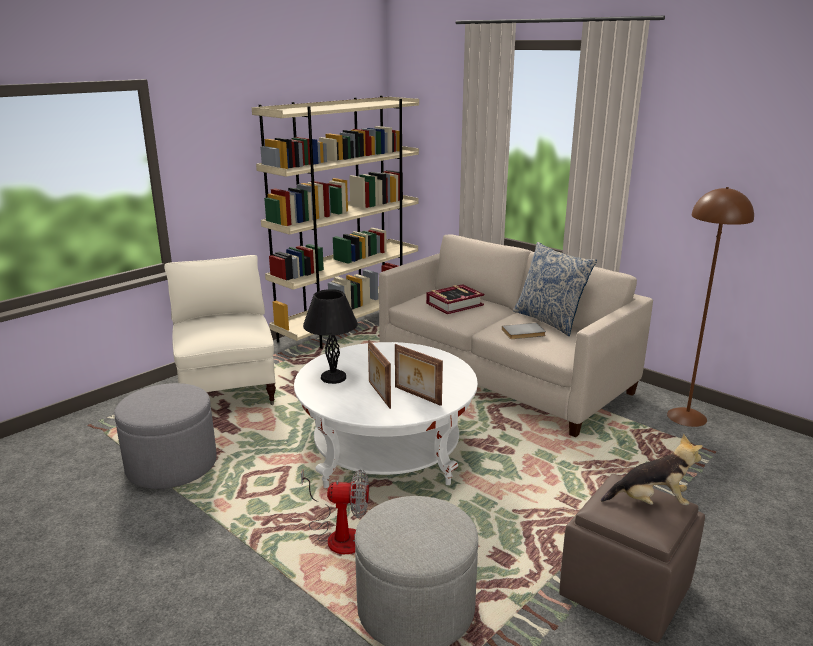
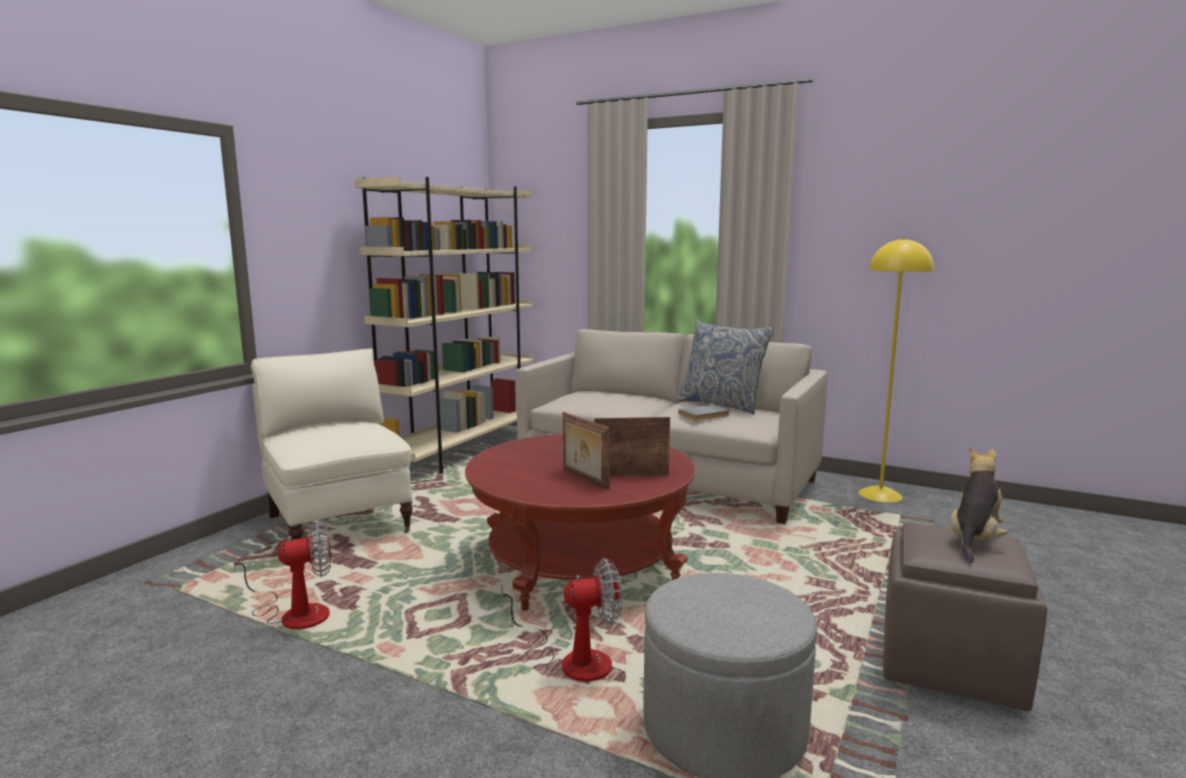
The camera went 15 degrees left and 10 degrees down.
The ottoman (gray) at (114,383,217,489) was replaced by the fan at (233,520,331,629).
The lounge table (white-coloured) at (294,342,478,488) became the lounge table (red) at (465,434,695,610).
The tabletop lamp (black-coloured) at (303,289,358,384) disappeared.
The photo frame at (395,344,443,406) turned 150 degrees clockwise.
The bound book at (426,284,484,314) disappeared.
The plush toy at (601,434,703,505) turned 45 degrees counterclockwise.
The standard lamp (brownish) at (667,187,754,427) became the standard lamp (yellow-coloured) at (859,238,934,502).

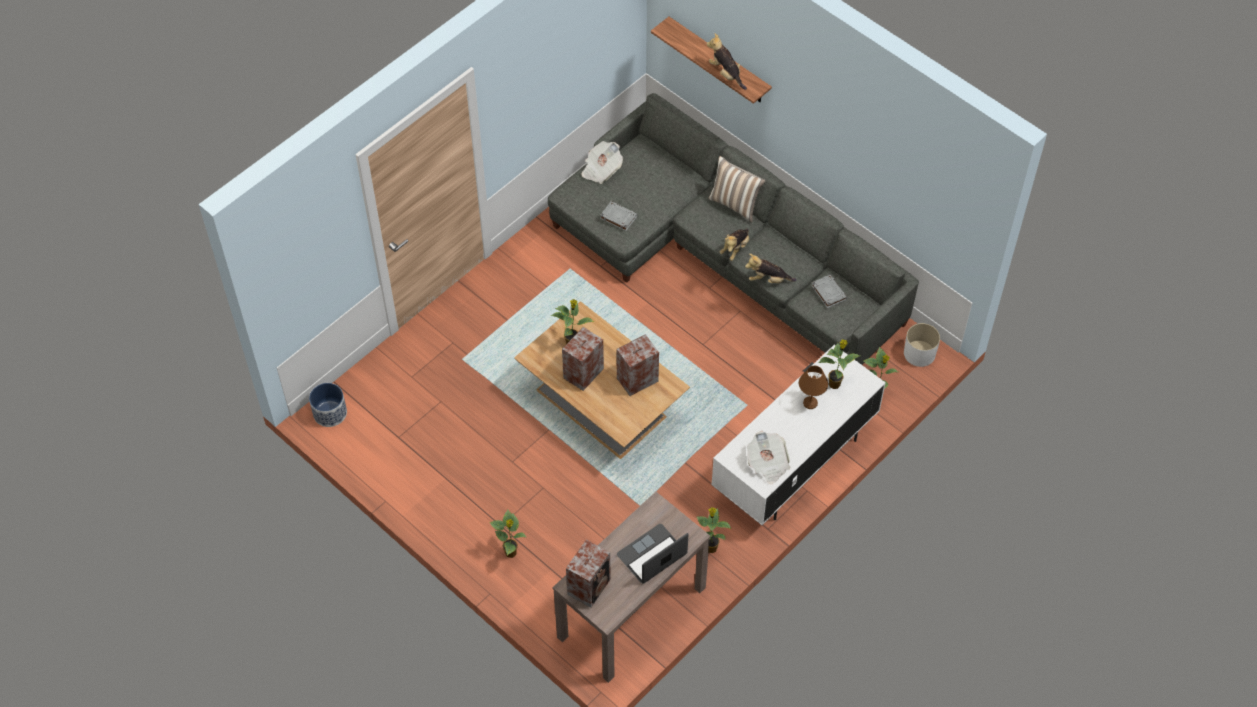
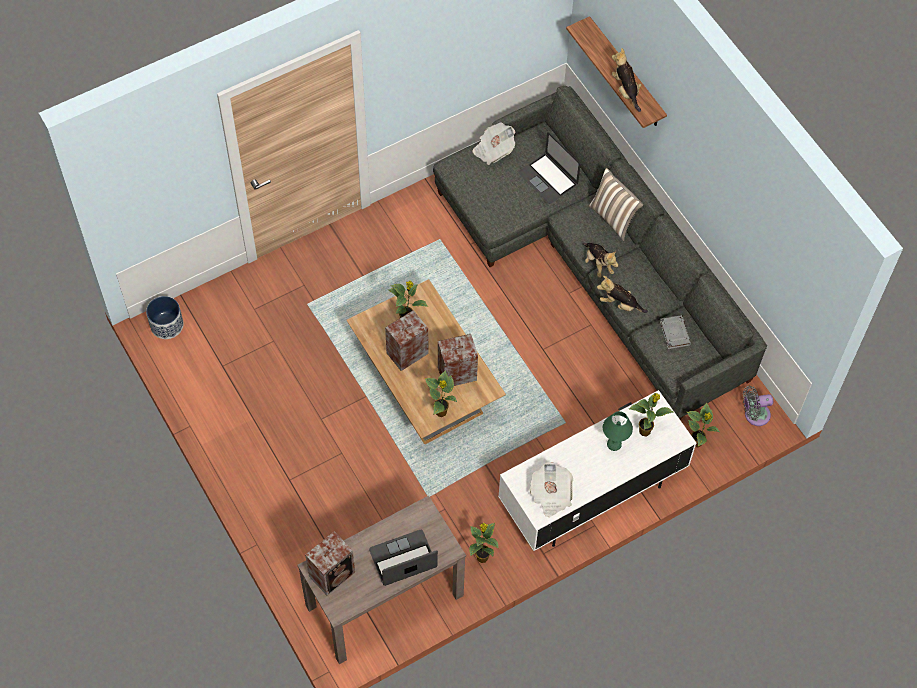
The camera went 15 degrees right and 5 degrees up.
The houseplant moved from (489,509,526,558) to (425,370,457,417).
The bound book (gray) at (600,201,638,231) disappeared.
The plush toy at (720,228,749,261) turned 75 degrees counterclockwise.
The tabletop lamp (brownish) at (799,366,828,409) became the tabletop lamp (greenish) at (603,411,633,451).
The planter (white-coloured) at (904,323,940,367) was replaced by the fan (gray) at (743,386,773,426).
The notebook computer at (518,132,581,204) appeared.

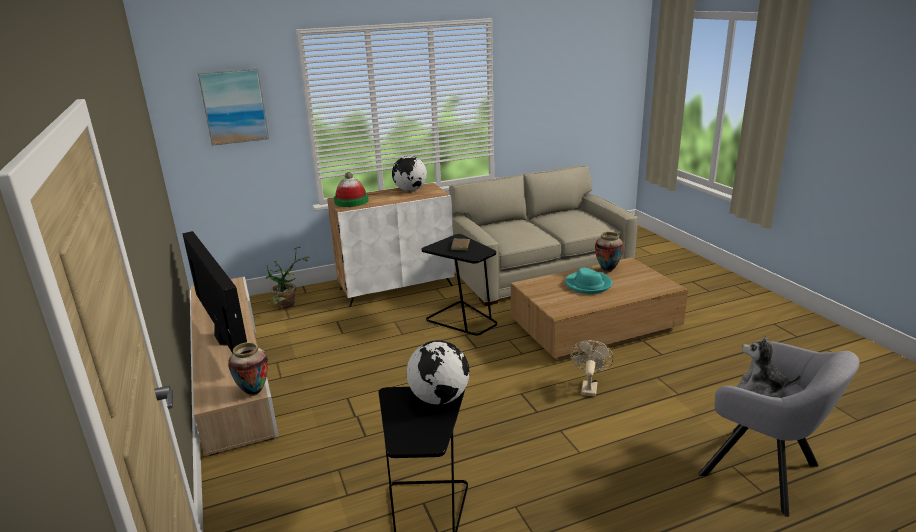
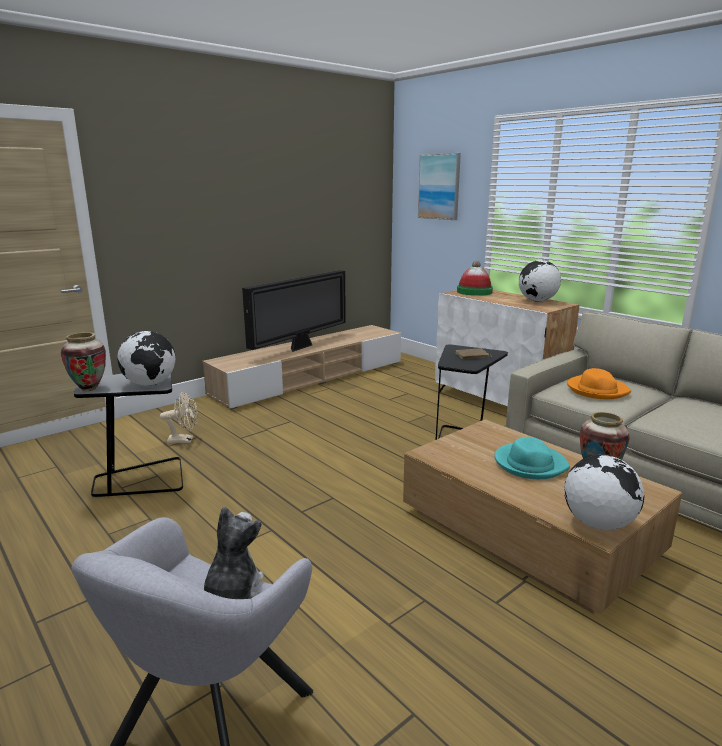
The camera went 70 degrees right and 5 degrees down.
The decorative vase moved from (228,342,268,396) to (61,332,106,391).
The houseplant at (265,247,309,309) disappeared.
The fan (sand-coloured) moved from (570,340,613,397) to (160,392,198,444).
The world globe at (564,455,645,530) appeared.
The wearable hat (orangey) at (567,368,631,399) appeared.

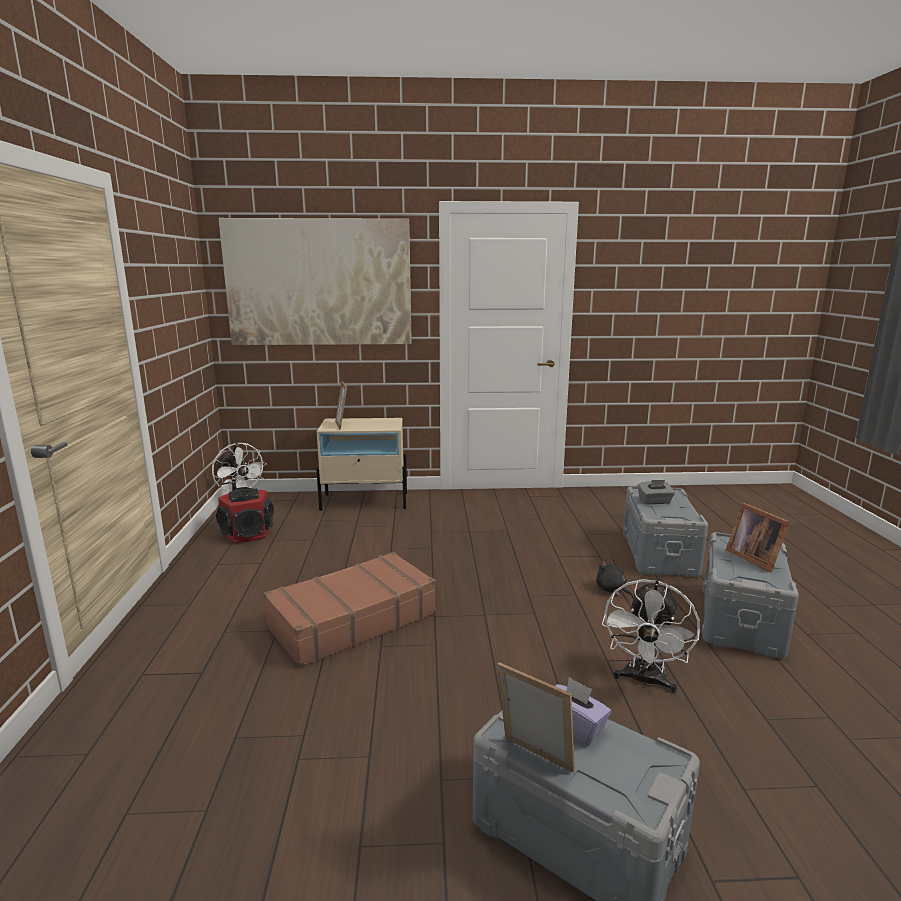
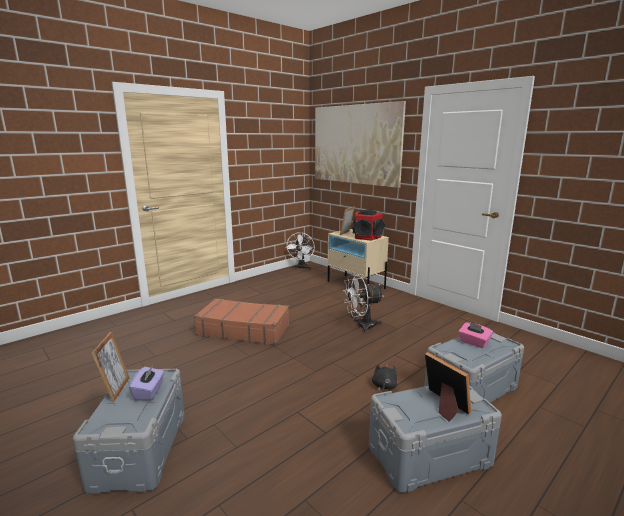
The camera went 50 degrees right and 0 degrees up.
The audio speaker moved from (216,487,274,543) to (352,209,385,241).
The fan (white-coloured) moved from (602,579,700,693) to (343,275,384,333).
The box of tissues (gray) at (638,480,675,505) became the box of tissues (pink-coloured) at (459,322,493,348).
The photo frame at (726,503,790,572) turned 120 degrees clockwise.

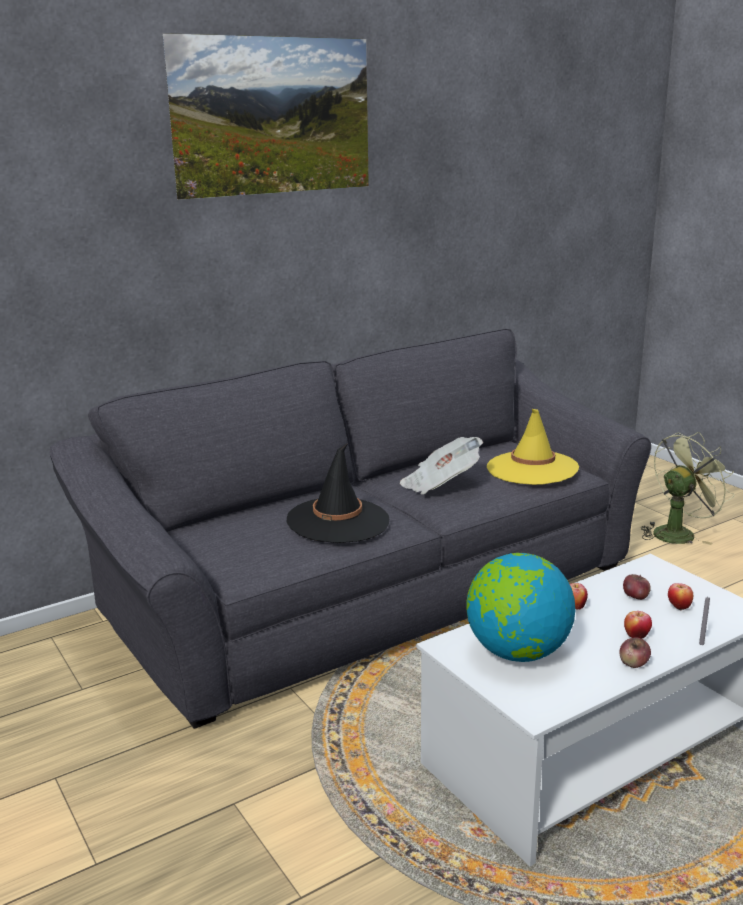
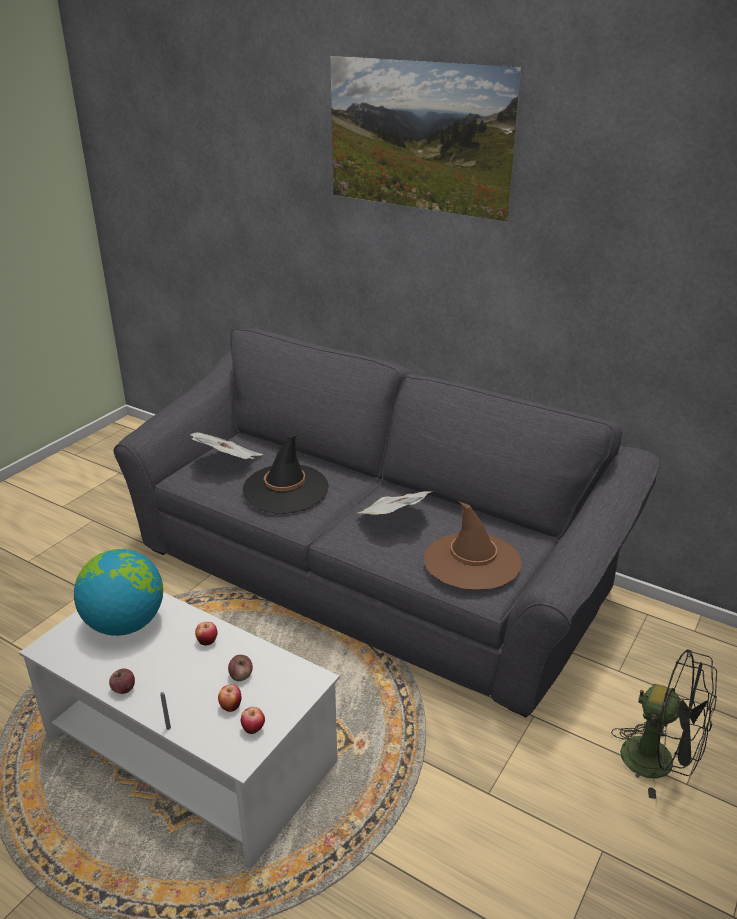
The camera went 65 degrees right and 10 degrees up.
The wearable hat (yellow-coloured) at (487,409,579,485) became the wearable hat (brownish) at (424,502,522,590).
The apple fruit moved from (624,611,652,639) to (241,707,265,734).
The fan (greenish) at (641,432,734,545) became the fan (black-coloured) at (611,649,717,799).
The newspaper at (190,432,263,459) appeared.

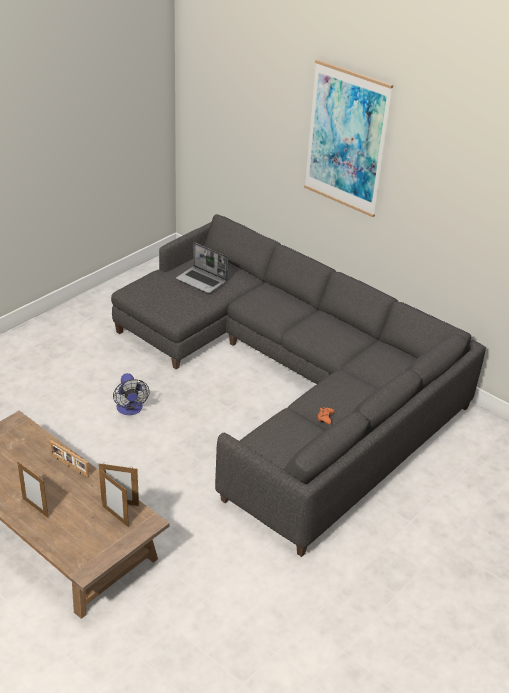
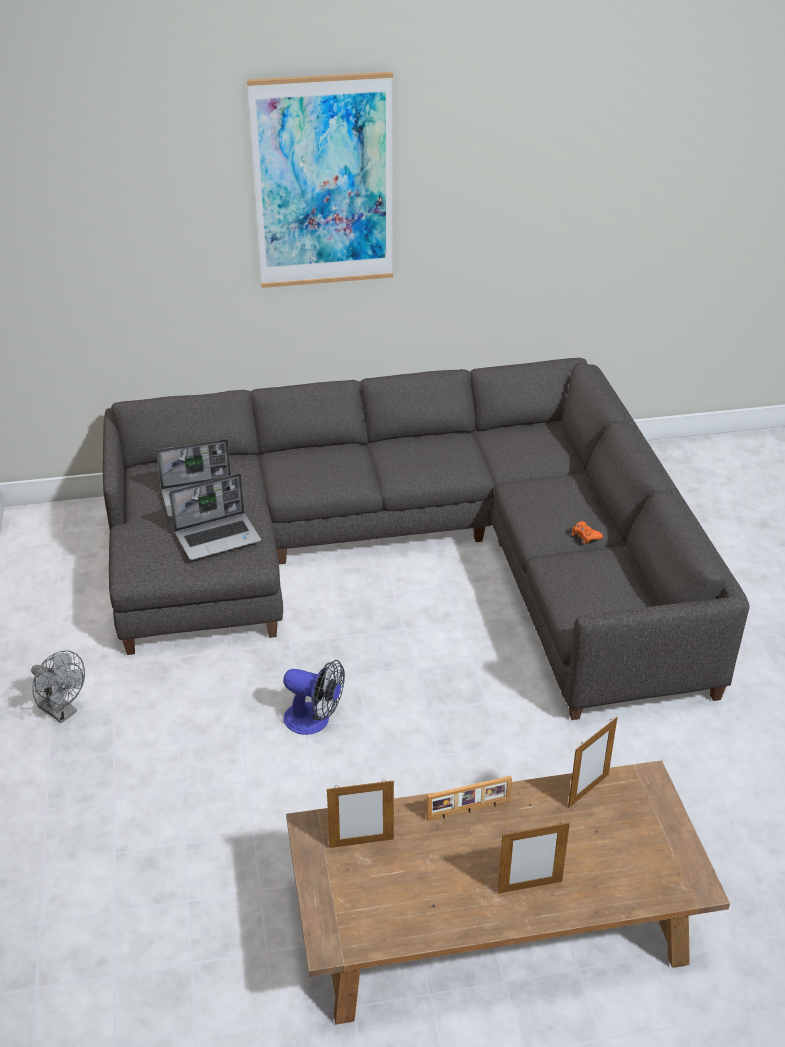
The camera went 50 degrees left and 0 degrees up.
The photo frame moved from (100,469,129,527) to (327,779,394,848).
The fan (gray) at (31,650,85,723) appeared.
The notebook computer at (169,473,261,560) appeared.

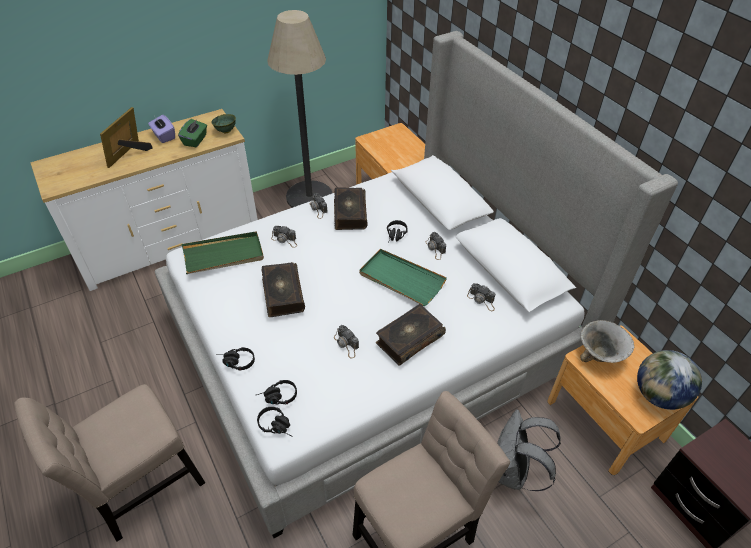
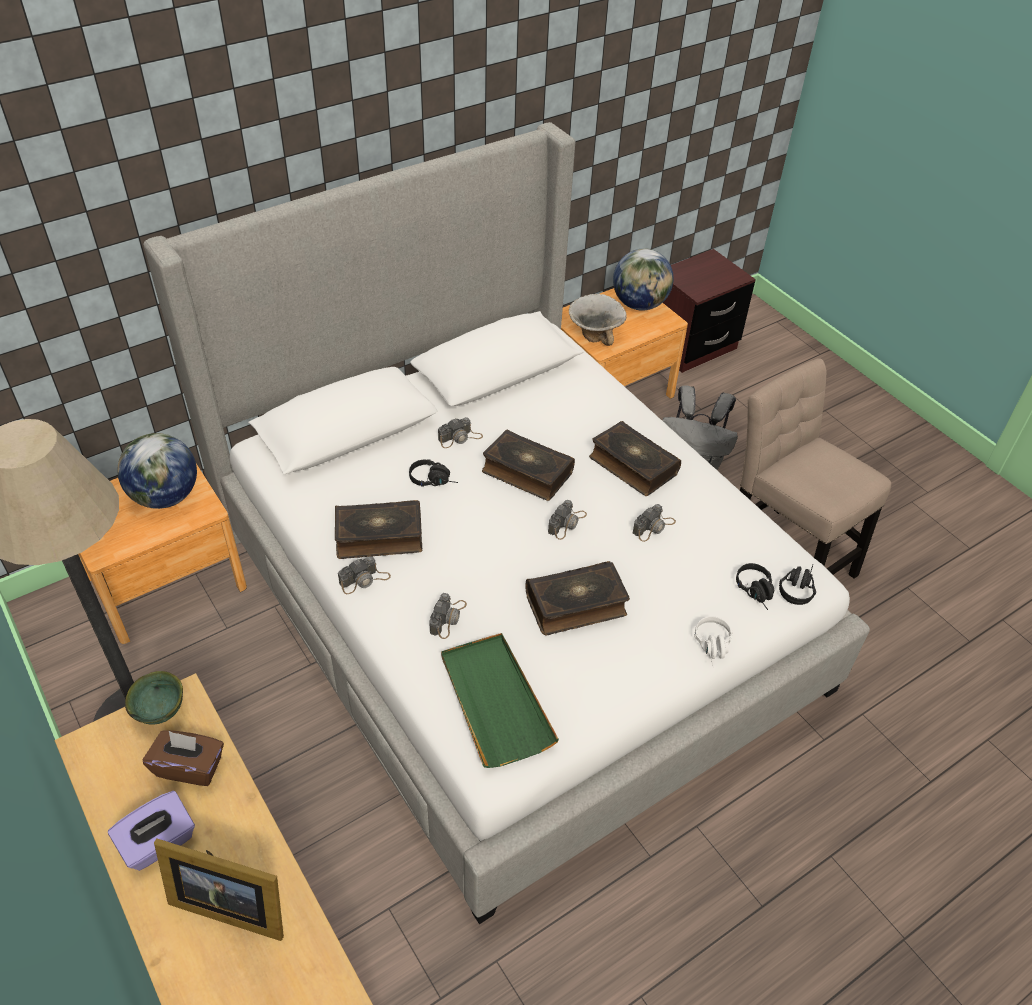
The camera went 95 degrees left and 0 degrees up.
The upright chair (sand-coloured) at (14,384,205,542) disappeared.
The box of tissues (greenish) at (178,119,207,147) became the box of tissues (brownish) at (142,730,224,786).
The headphones (black-coloured) at (216,347,255,371) became the headphones (white-coloured) at (695,616,733,667).
The serving tray (greenish) at (359,249,447,306) was replaced by the bound book at (482,429,575,501).
The still camera moved from (467,283,495,311) to (548,500,587,540).
The world globe at (118,433,197,509) appeared.

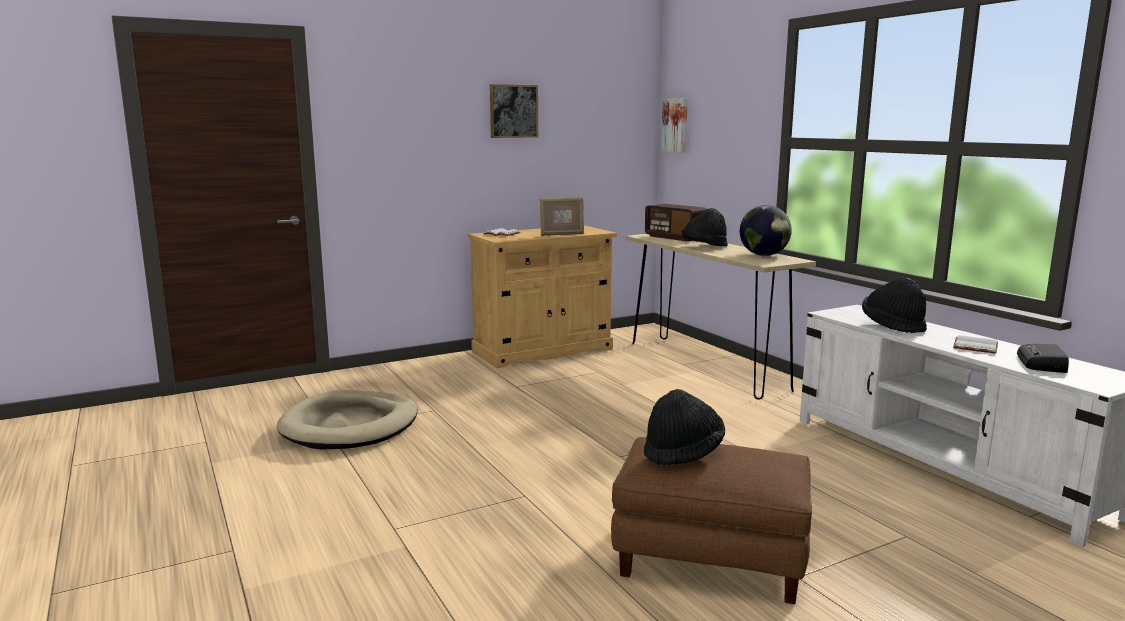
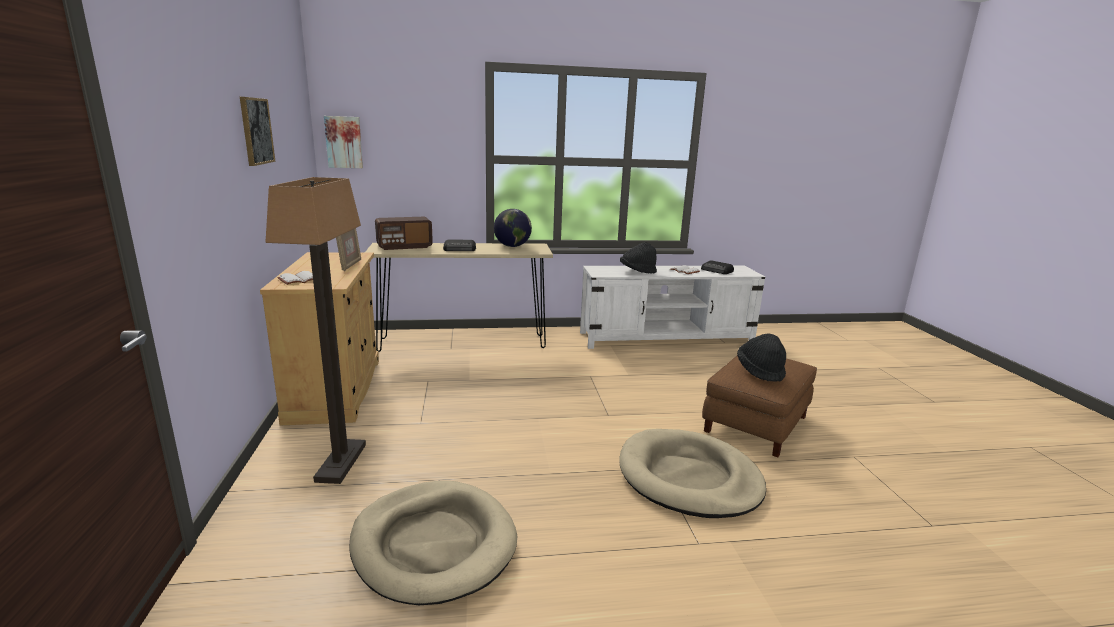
The camera went 70 degrees left and 5 degrees up.
The wearable hat (black-coloured) at (682,208,728,247) was replaced by the radio at (443,240,476,251).
The standard lamp at (265,177,366,484) appeared.
The dog cushion (sand-coloured) at (619,429,766,518) appeared.

